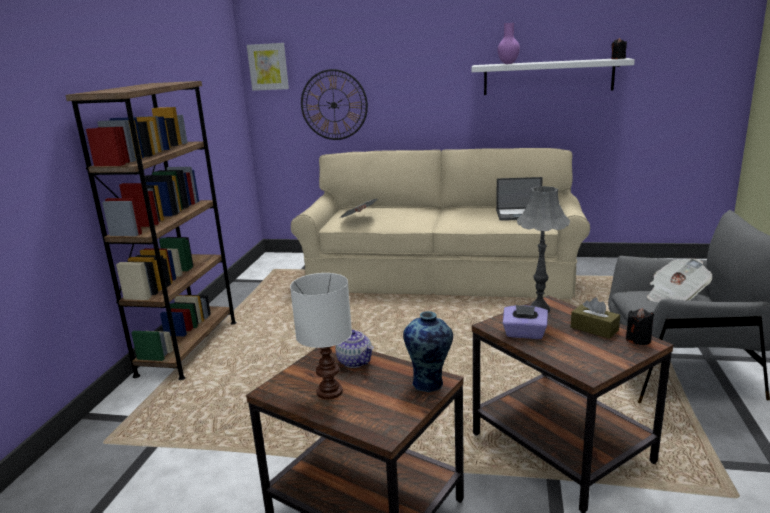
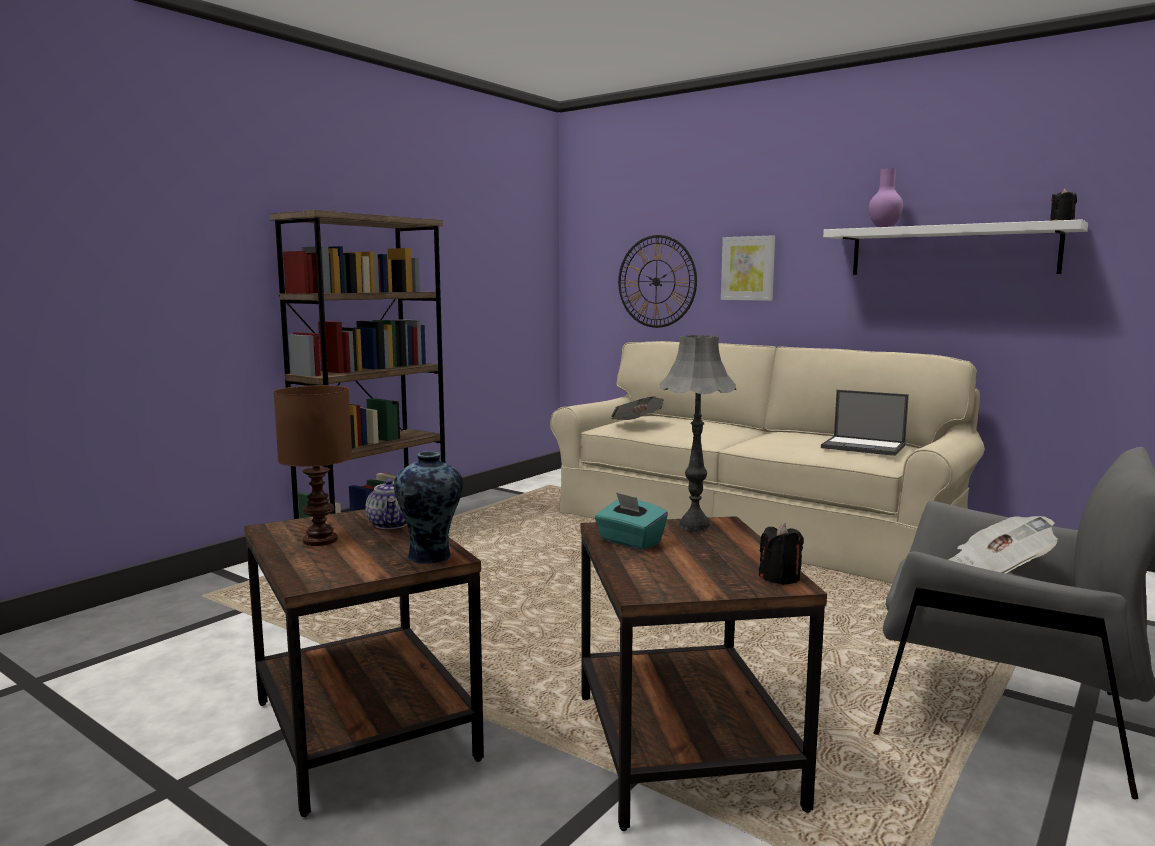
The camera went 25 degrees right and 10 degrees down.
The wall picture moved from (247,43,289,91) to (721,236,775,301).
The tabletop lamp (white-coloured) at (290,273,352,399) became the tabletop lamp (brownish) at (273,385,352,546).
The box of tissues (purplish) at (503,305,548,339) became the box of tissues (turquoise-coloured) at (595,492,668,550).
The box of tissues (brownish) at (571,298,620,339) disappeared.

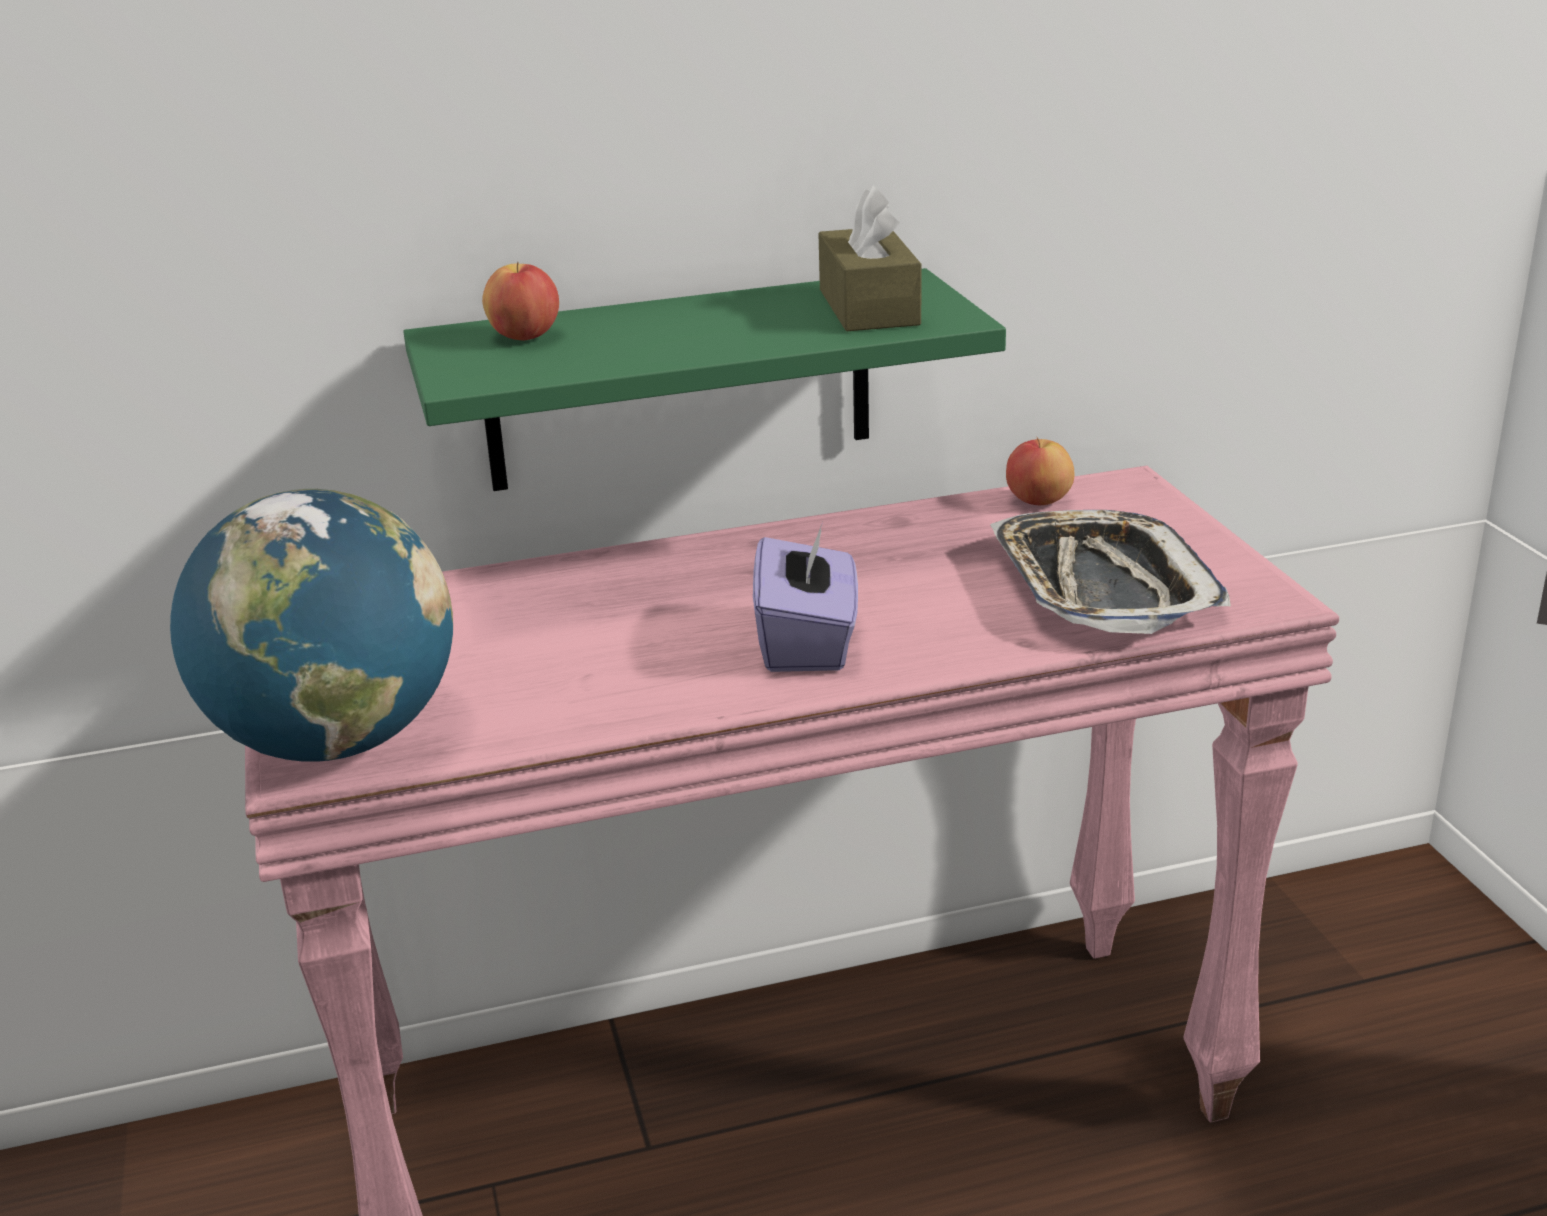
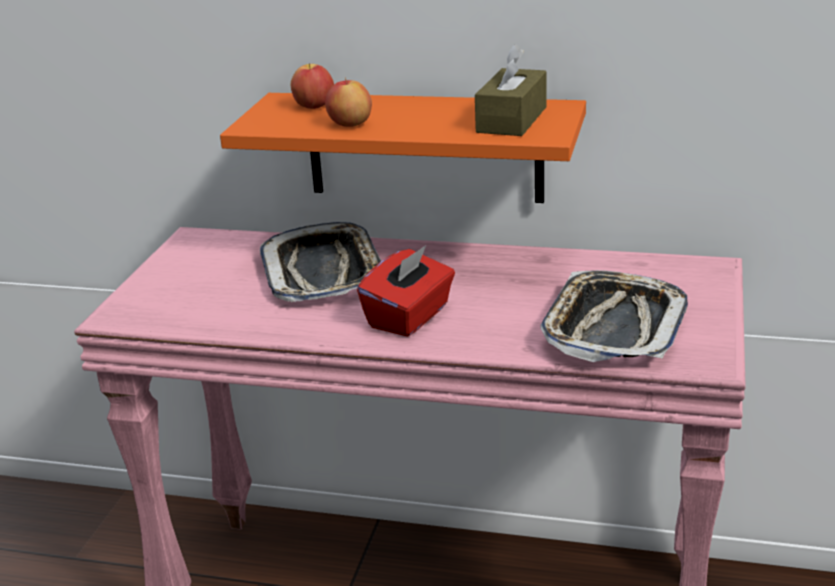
The camera went 30 degrees right and 0 degrees up.
The world globe at (170,489,453,762) disappeared.
The bracket shelf (greenish) at (403,268,1006,491) became the bracket shelf (orangey) at (220,93,586,203).
The box of tissues (purplish) at (753,520,858,672) became the box of tissues (red) at (357,245,455,337).
The apple fruit moved from (1006,437,1074,505) to (325,77,372,127).
The serving tray at (260,222,381,302) appeared.

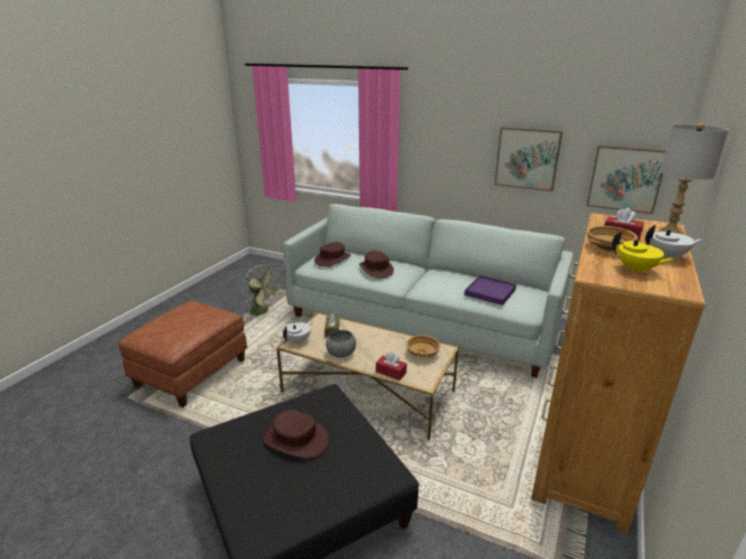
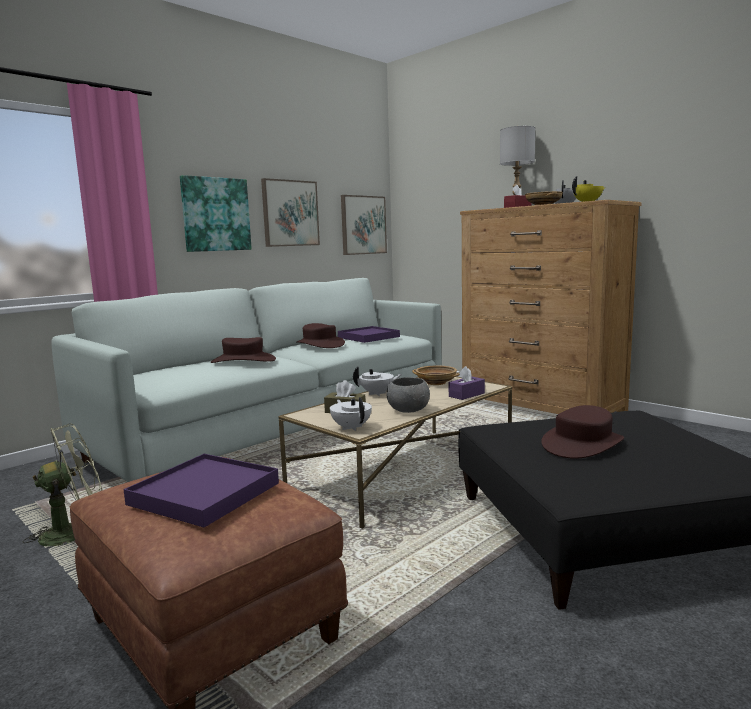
The camera went 70 degrees left and 15 degrees down.
The wearable hat (brownish) moved from (314,242,351,267) to (296,323,345,348).
The box of tissues (red) at (376,352,407,380) became the box of tissues (purplish) at (449,366,485,400).
The serving tray (purplish) at (124,454,279,527) appeared.
The wall picture at (180,175,252,252) appeared.
The tea pot (white-coloured) at (353,366,402,396) appeared.

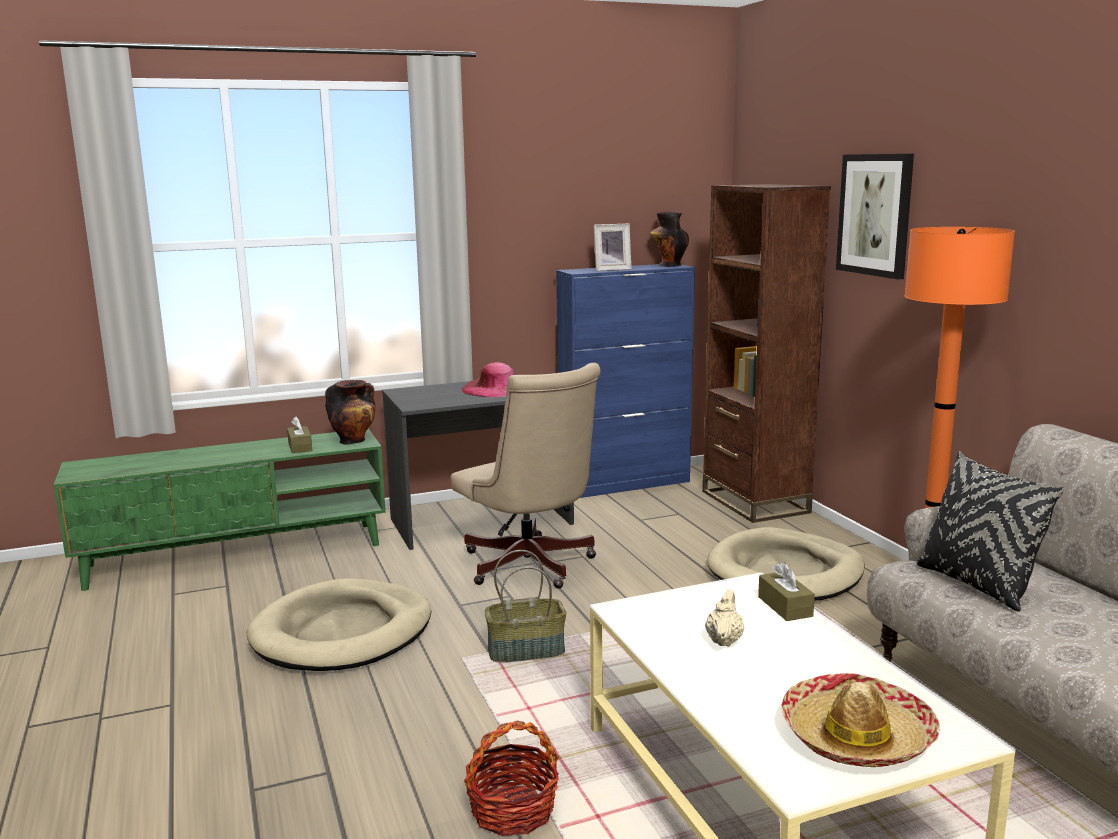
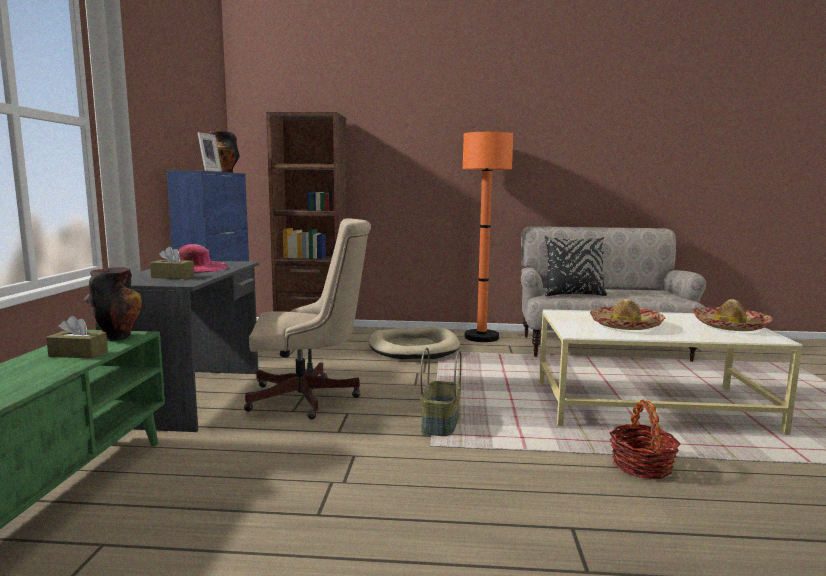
The camera went 65 degrees left and 5 degrees down.
The dog cushion (sand-coloured) at (246,578,431,671) disappeared.
The tea pot (sand-coloured) at (705,589,744,647) was replaced by the wearable hat at (590,299,666,330).
The box of tissues (brownish) moved from (758,562,815,621) to (150,247,194,279).
The wall picture at (836,154,914,279) disappeared.

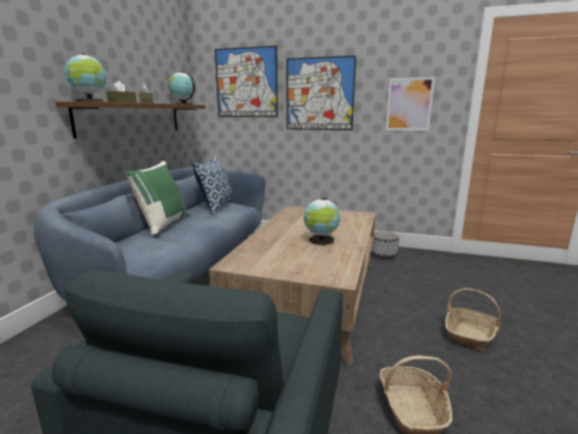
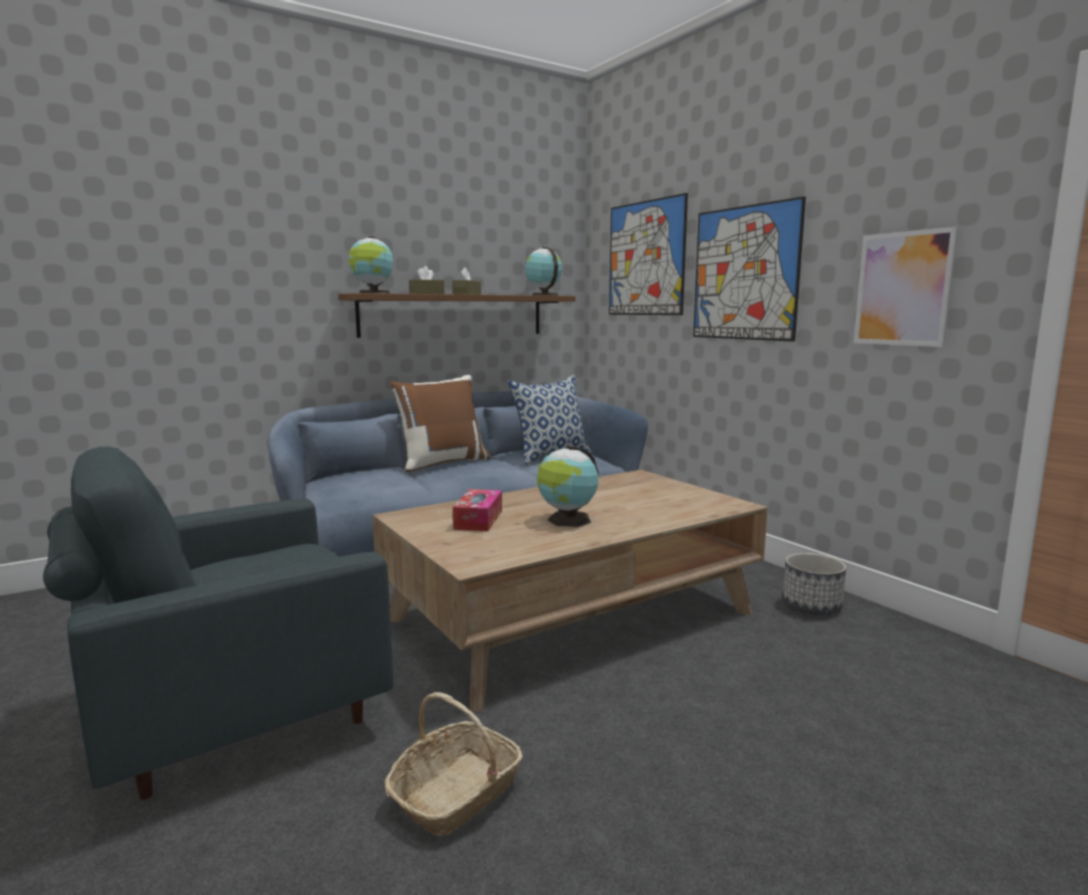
The camera went 40 degrees right and 5 degrees down.
The throw pillow (greenish) at (125,161,189,236) became the throw pillow (brownish) at (390,375,491,473).
The household basket at (445,288,500,352) disappeared.
The box of tissues at (453,489,502,531) appeared.

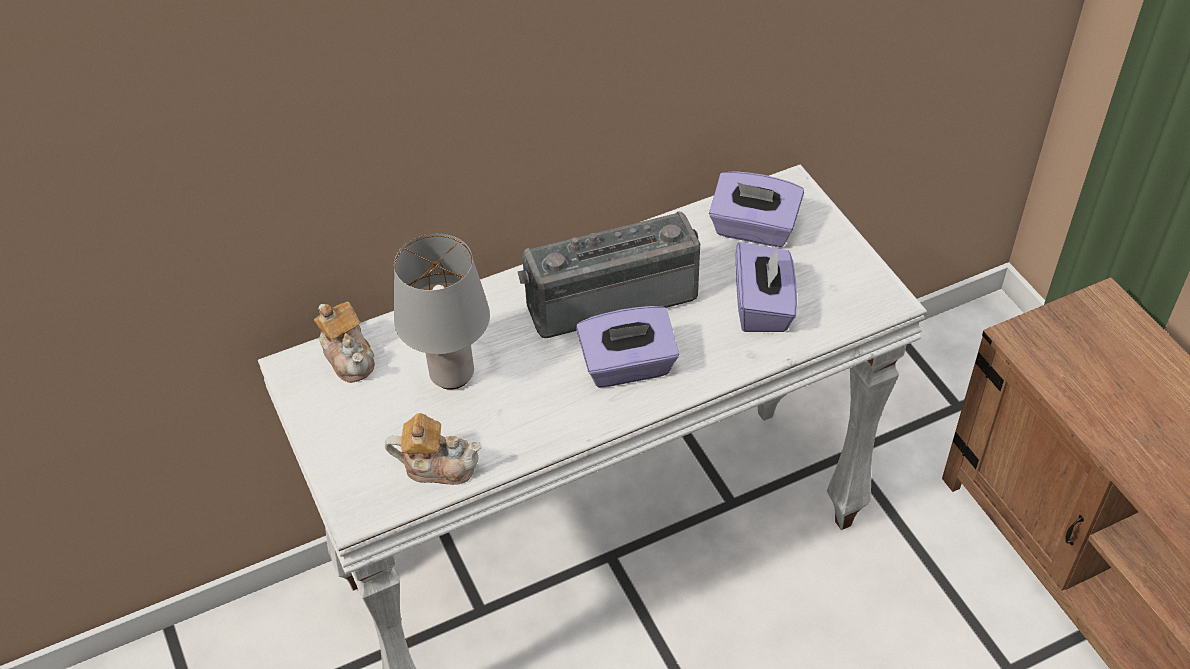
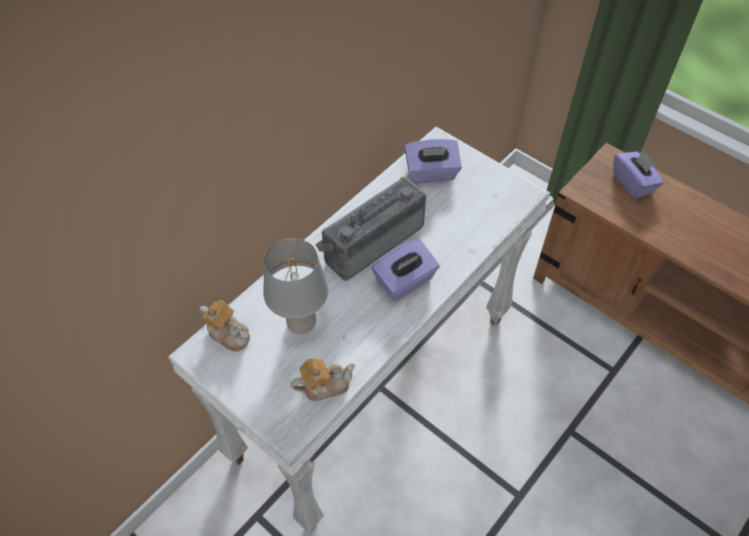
The camera went 25 degrees left and 5 degrees up.
The box of tissues (purplish) moved from (736,242,797,332) to (613,150,664,199).

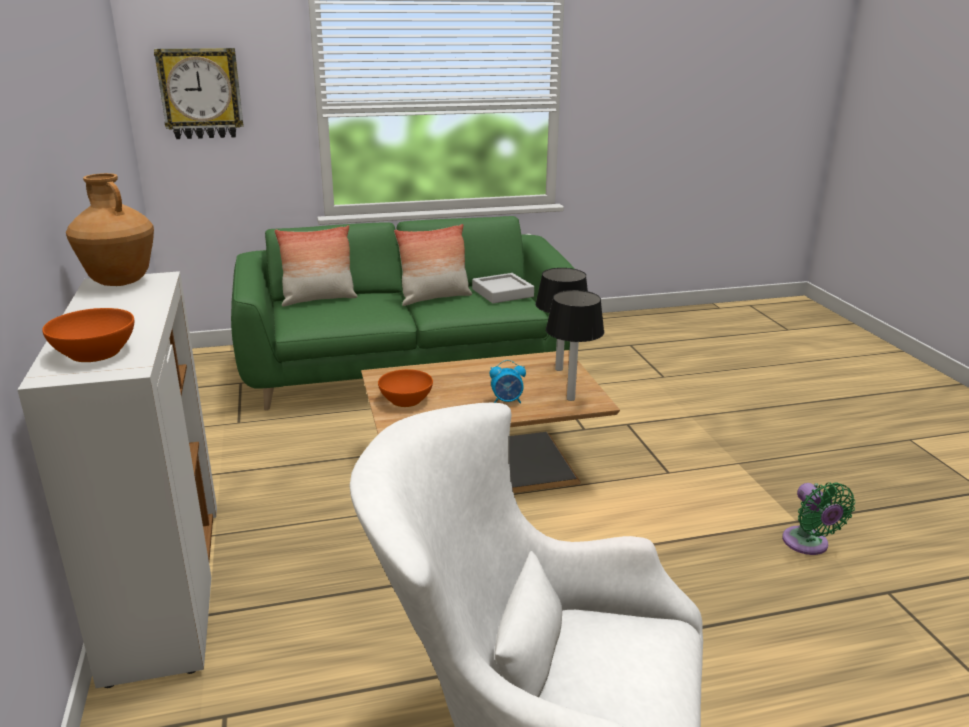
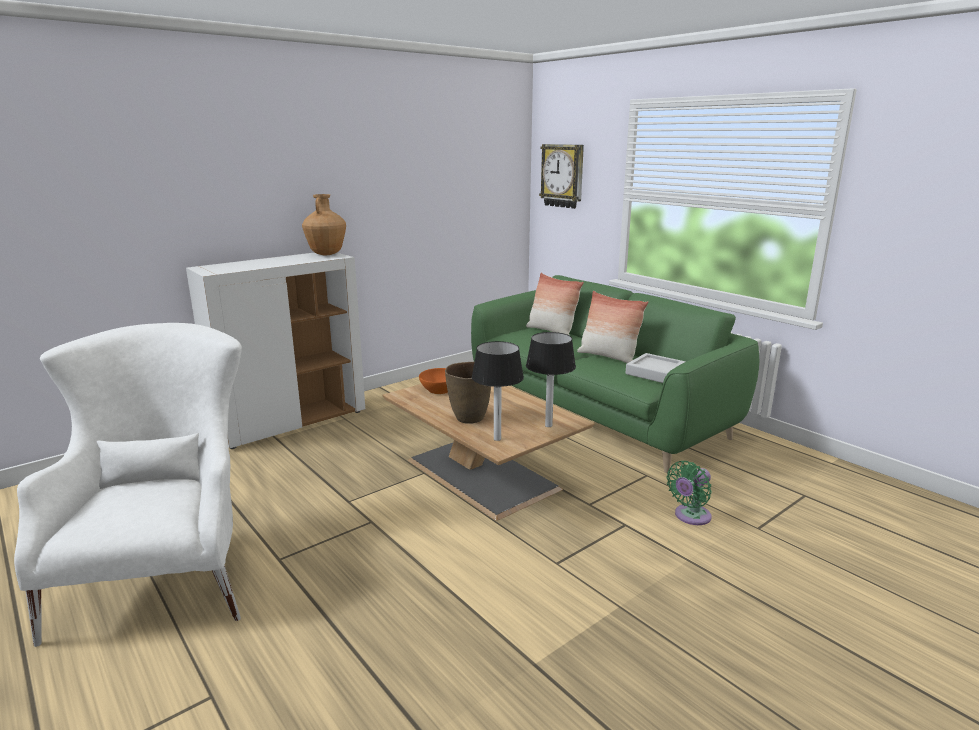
The camera went 65 degrees right and 5 degrees down.
The deep dish (orangey) at (42,308,134,362) disappeared.
The bedside clock at (490,360,526,404) was replaced by the decorative vase (brownish) at (445,362,491,424).
The fan (greenish) moved from (782,482,855,555) to (667,461,712,525).

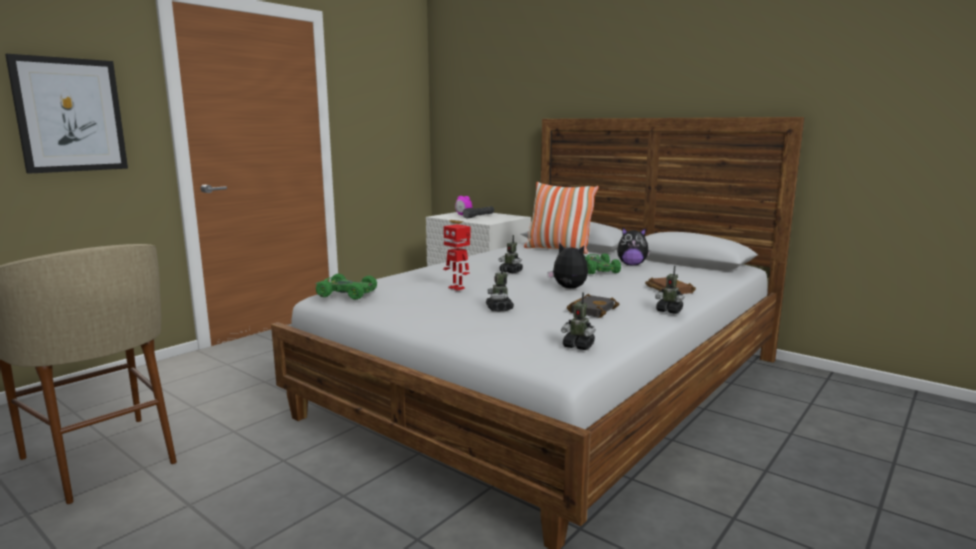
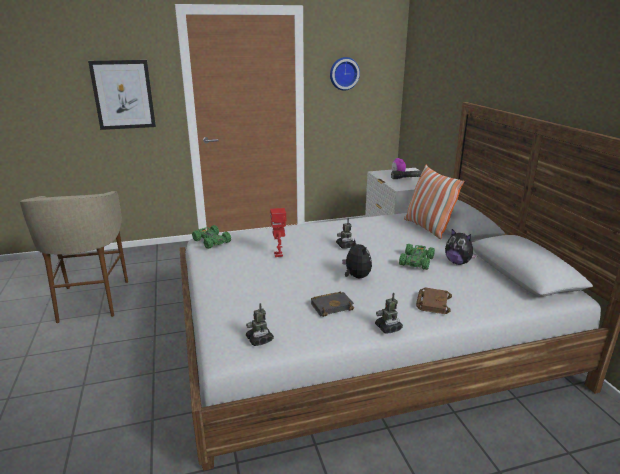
The camera went 35 degrees right and 10 degrees up.
The model robot at (486,264,514,311) disappeared.
The hanging clock at (330,57,360,91) appeared.

